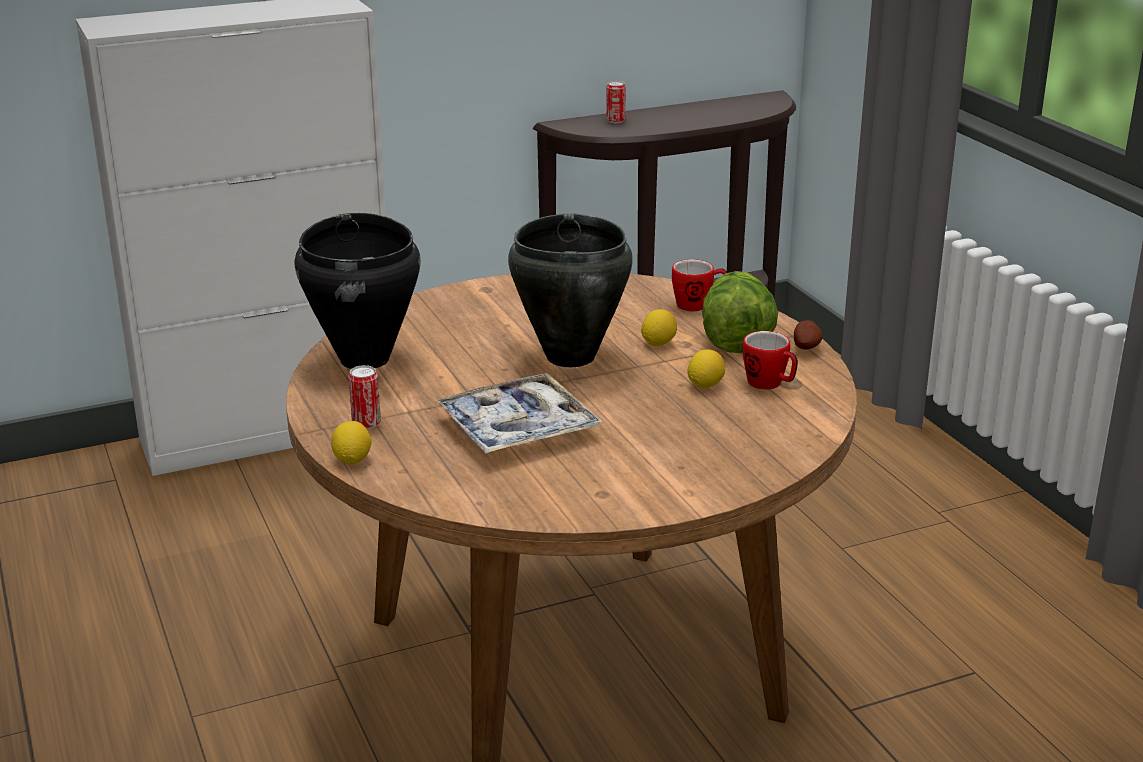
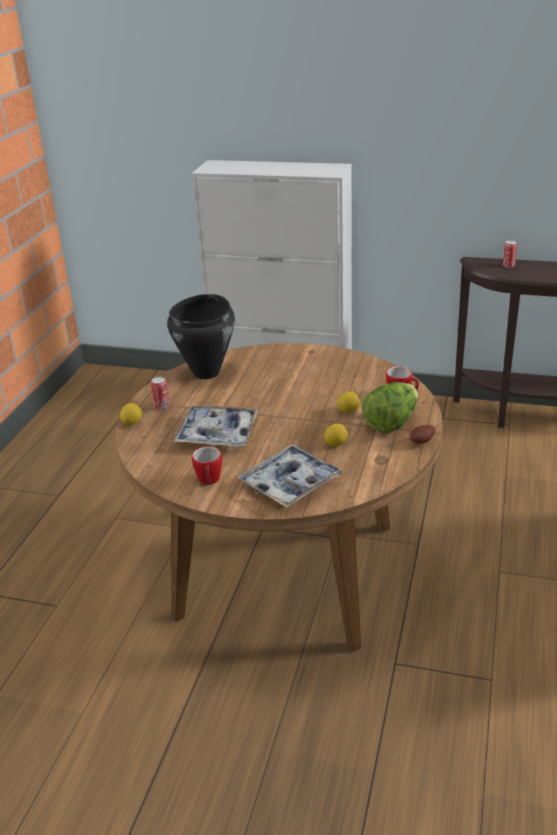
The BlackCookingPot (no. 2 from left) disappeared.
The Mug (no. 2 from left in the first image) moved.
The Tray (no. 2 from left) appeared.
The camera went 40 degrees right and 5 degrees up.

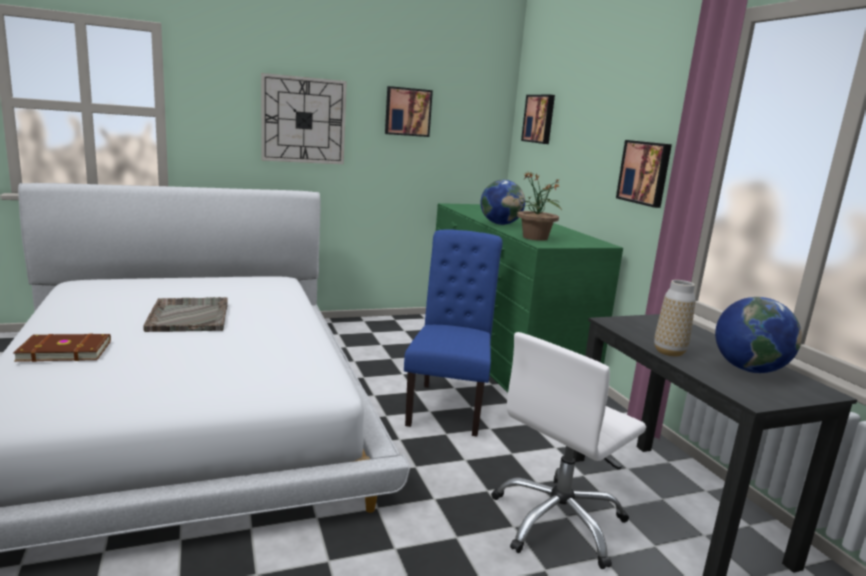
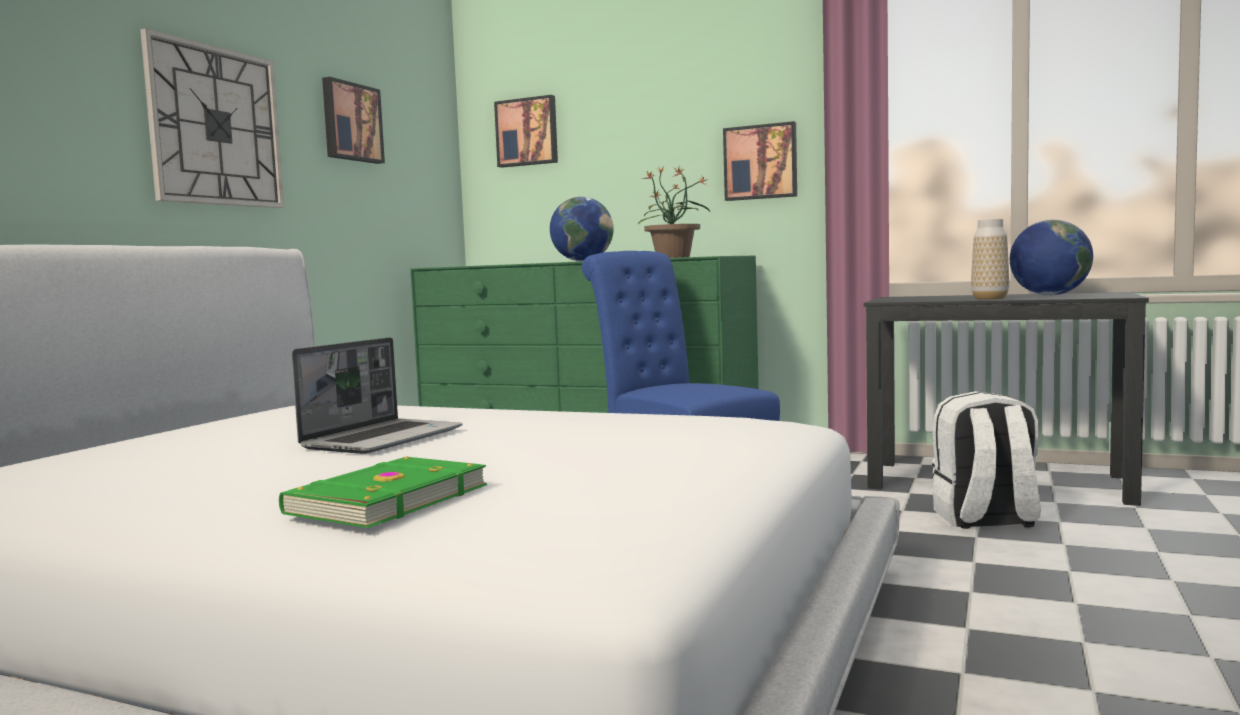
The BrownBook became the GreenBook.
The GreyTray was replaced by the Laptop.
The WhiteOfficeChair was replaced by the WhiteBackpack.
The camera went 45 degrees left and 10 degrees down.

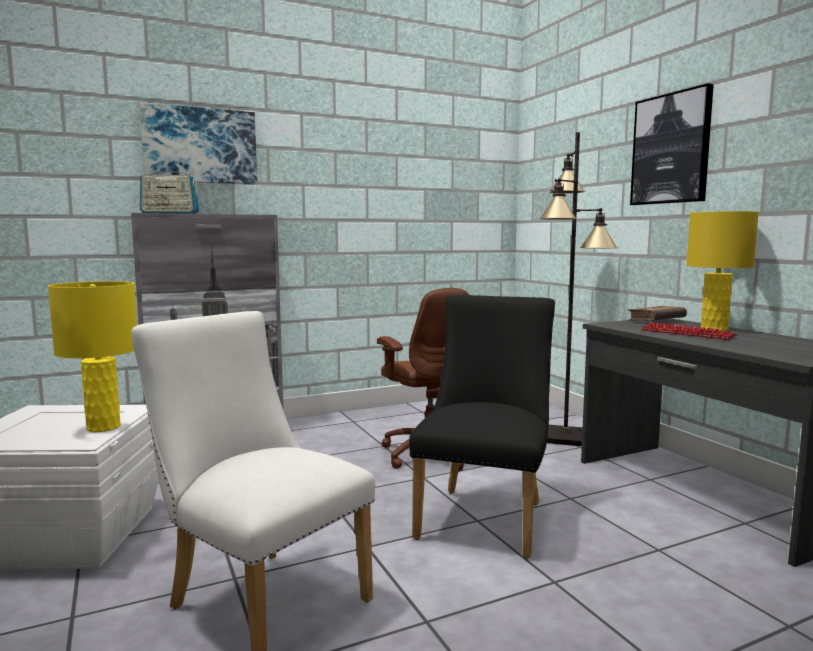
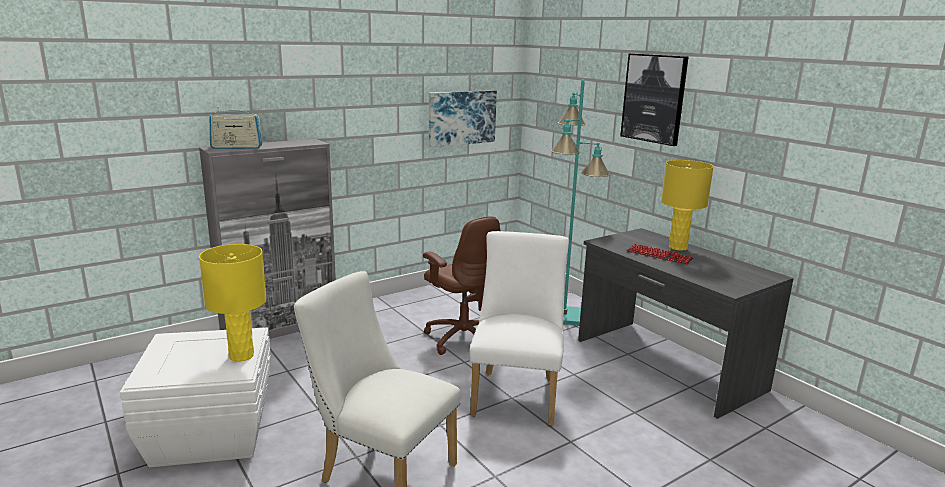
The Picture (no. 1 from left) moved.
The BlackChair became the WhiteChair (no. 2 from left).
The BlackFloorLamp became the TurquoiseFloorLamp.
The BrownBook disappeared.
The camera went 10 degrees left and 10 degrees up.

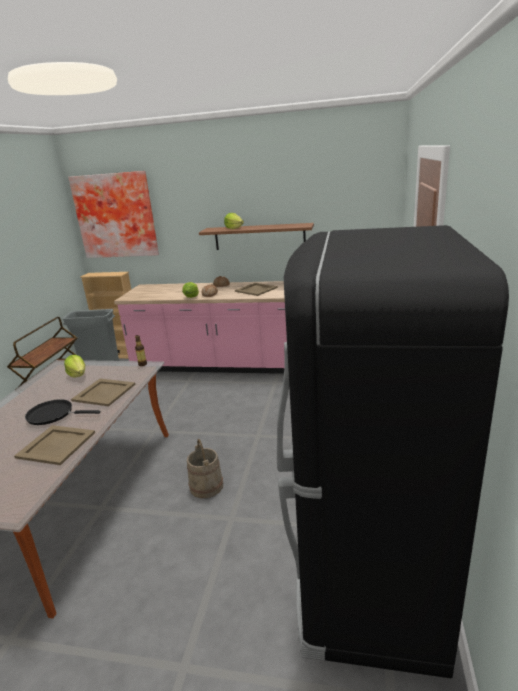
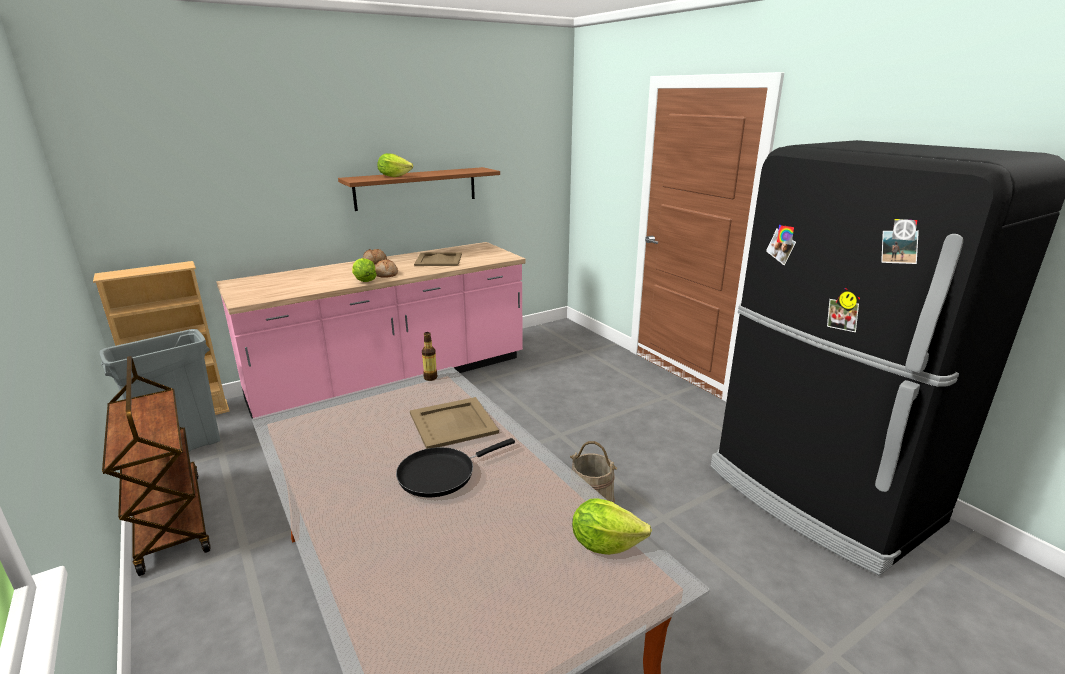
The BeigeTray (no. 1 from left) disappeared.
The Lettuce (no. 1 from left in the first image) moved.
The Picture disappeared.
The camera went 45 degrees left and 0 degrees up.

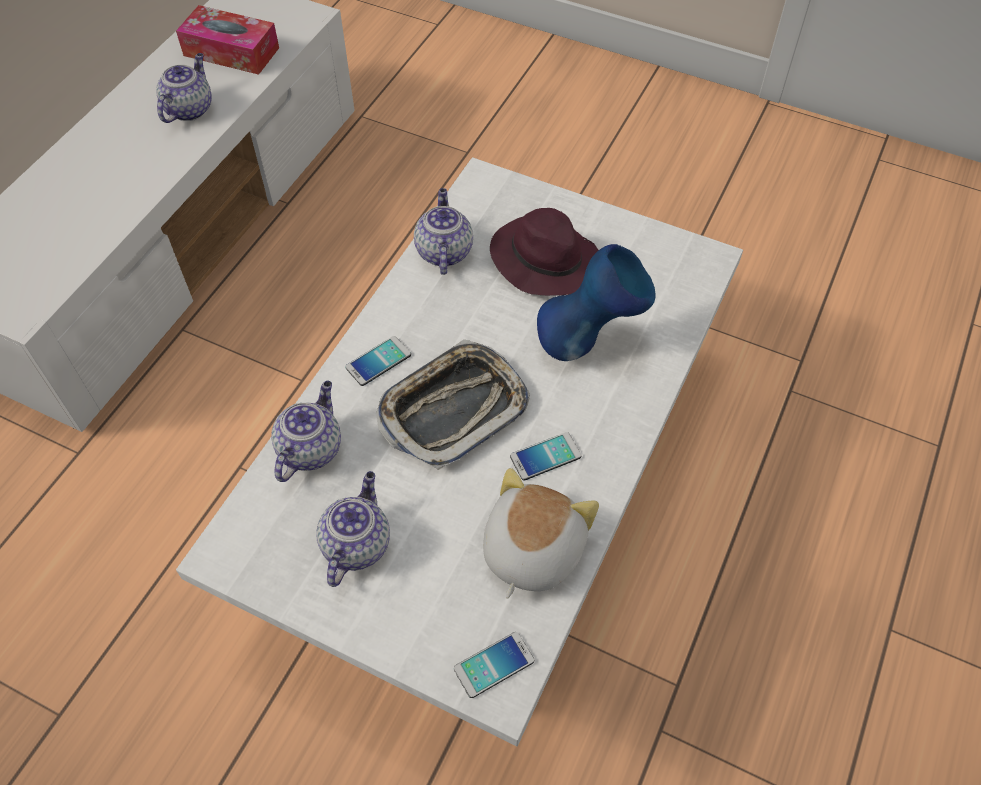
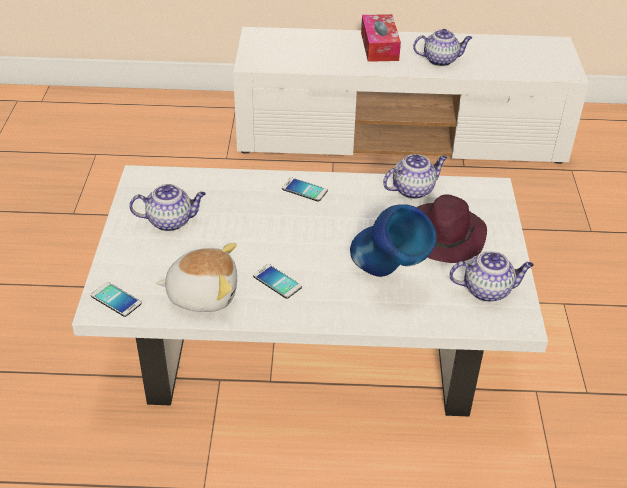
The TissueBox moved.
The Teapot (no. 2 from left in the first image) moved.
The Tray disappeared.
The camera went 65 degrees right and 15 degrees down.

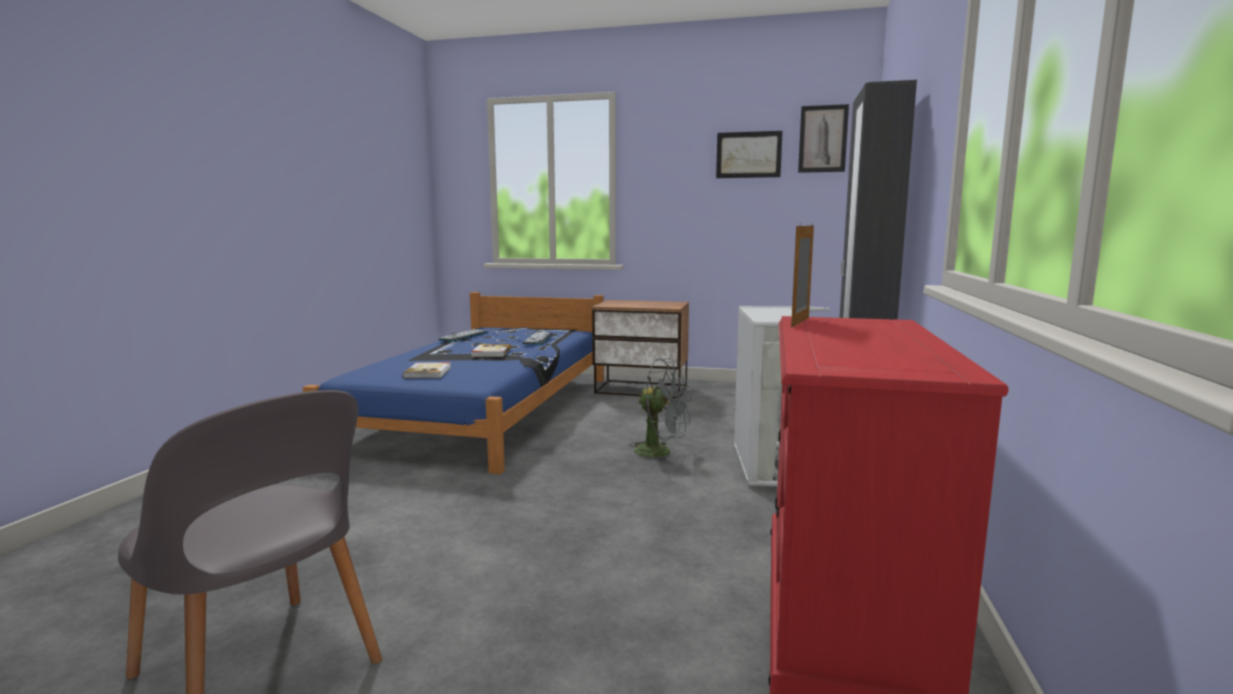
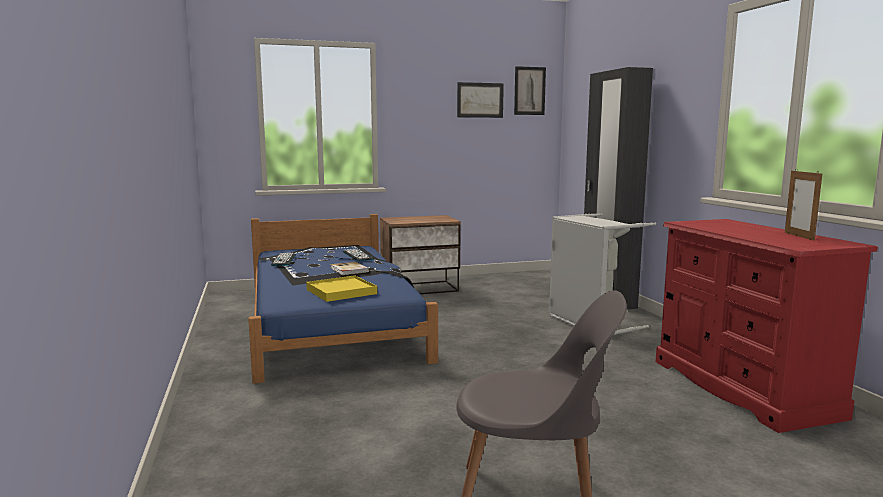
The Book (no. 1 from left) was replaced by the YellowTray.
The GreyFan disappeared.
The PictureFrame moved.
The camera went 30 degrees left and 0 degrees up.

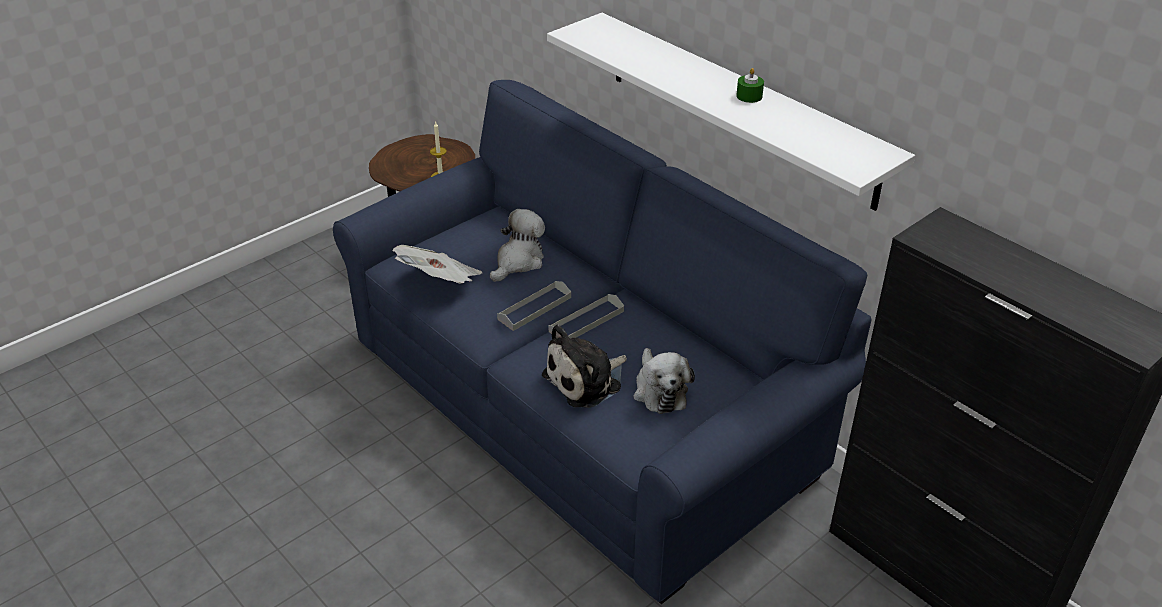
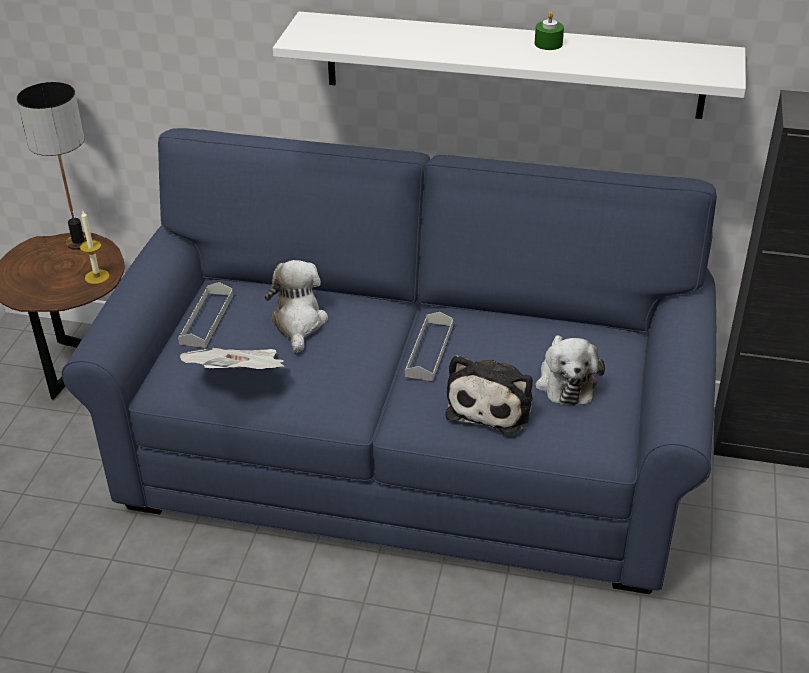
The GreyTray (no. 1 from left) moved.
The PlushToy (no. 3 from left) turned 45 degrees clockwise.
The TableLamp appeared.
The camera went 35 degrees left and 0 degrees up.

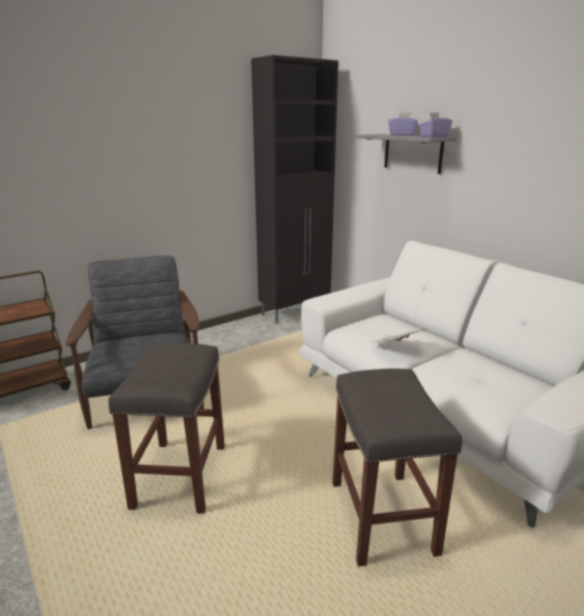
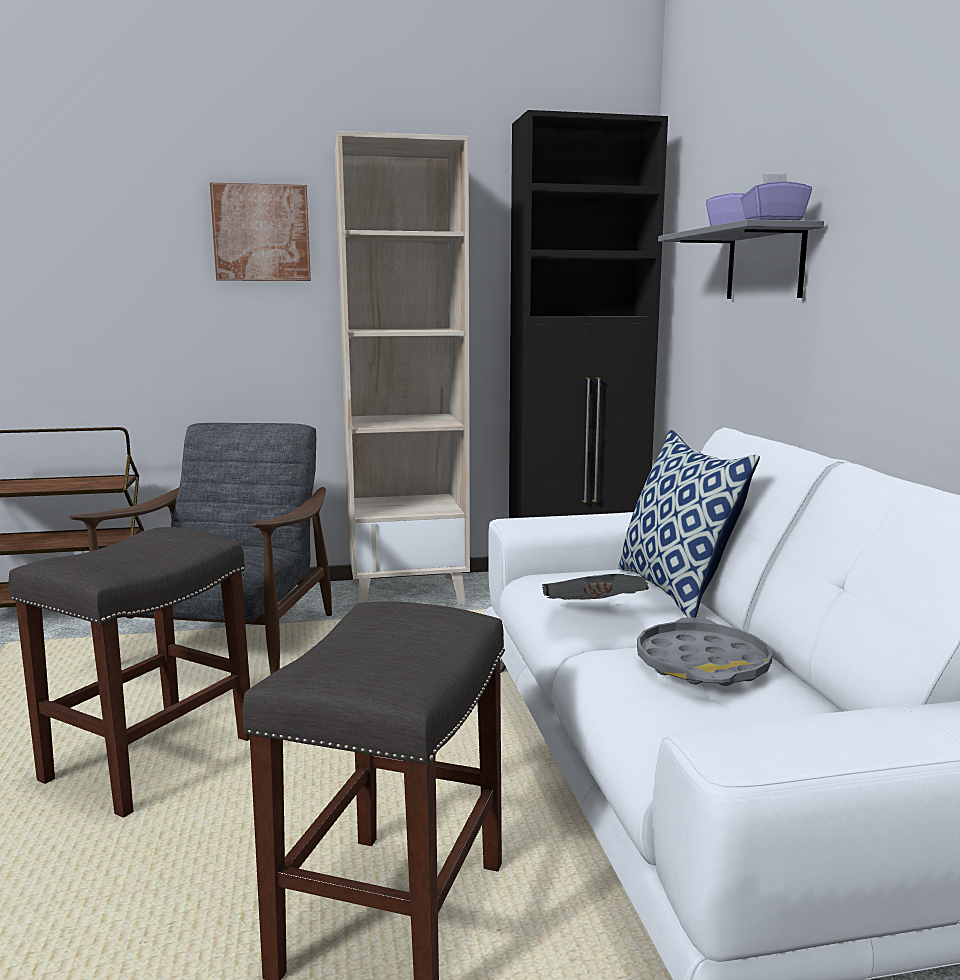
The Picture appeared.
The BeigeBookcase appeared.
The Pillow appeared.
The GreyTray appeared.
The camera went 25 degrees right and 10 degrees down.

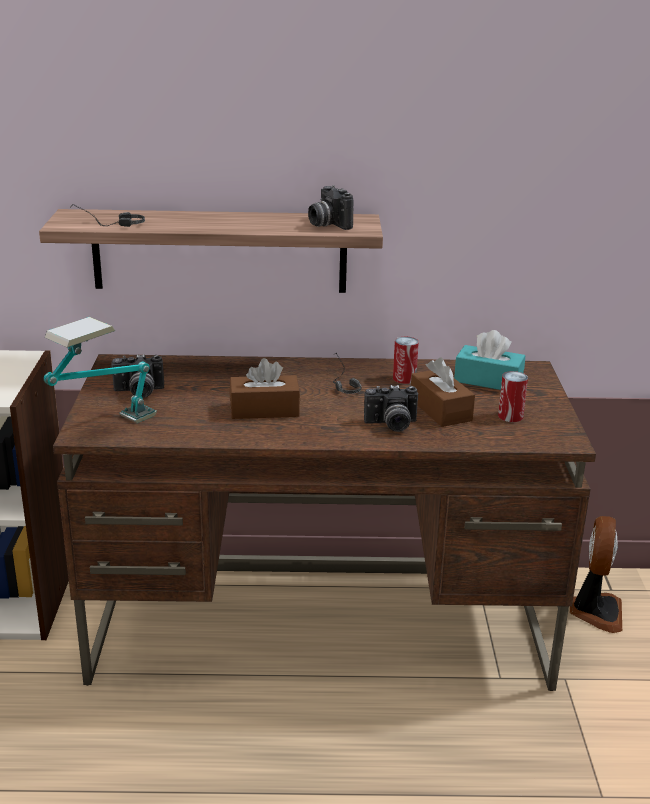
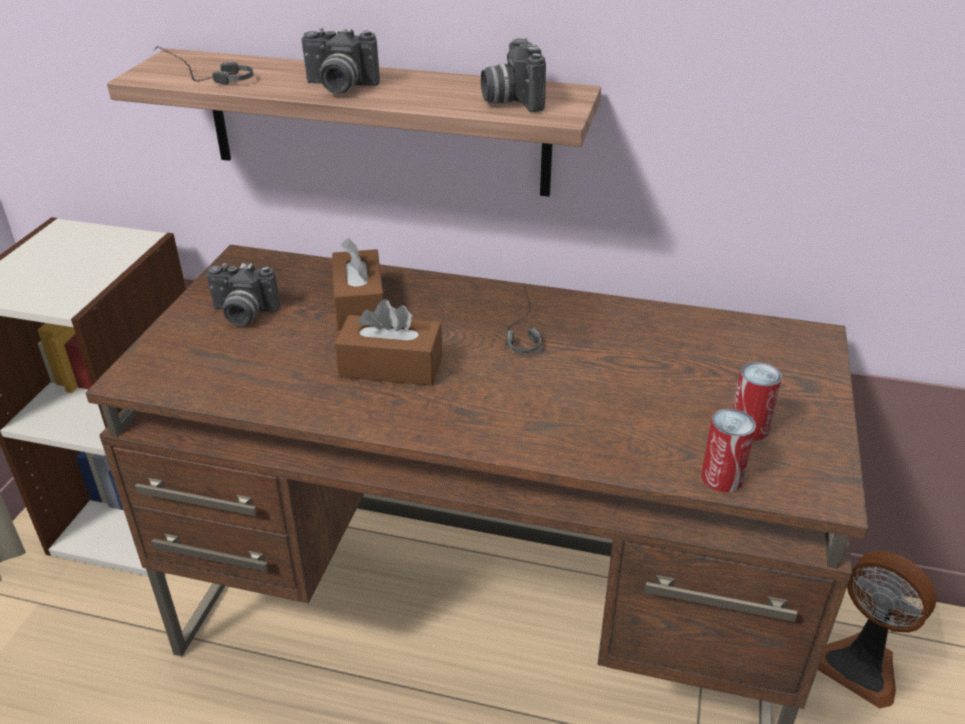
The TableLamp disappeared.
The PhotoCamera (no. 3 from left in the first image) moved.
The Can (no. 1 from left) moved.
The BrownTissueBox (no. 2 from left in the first image) moved.
The TurquoiseTissueBox disappeared.
The Fan turned 105 degrees clockwise.
The camera went 15 degrees right and 10 degrees up.

